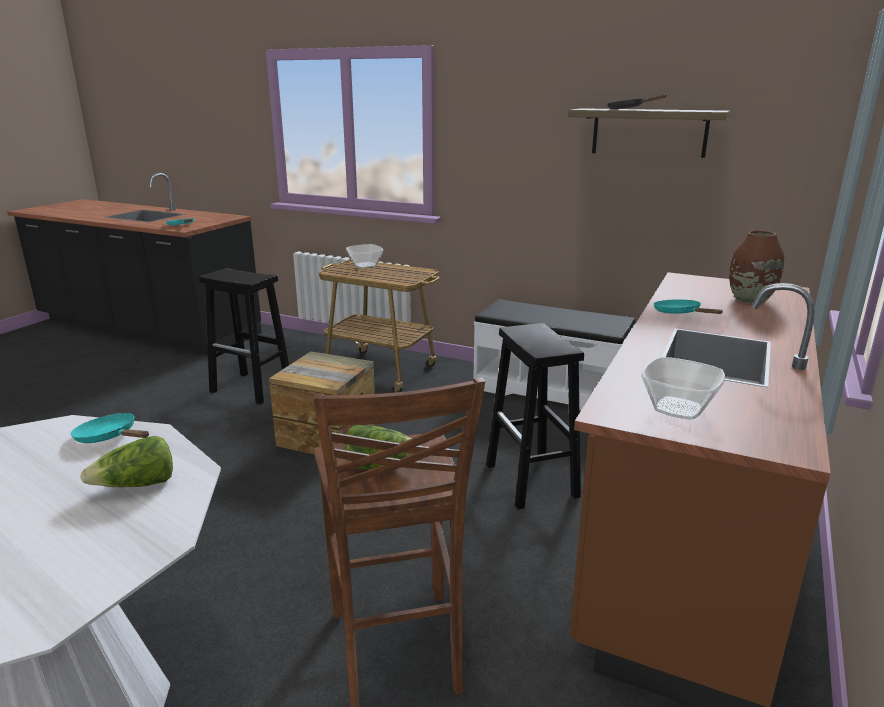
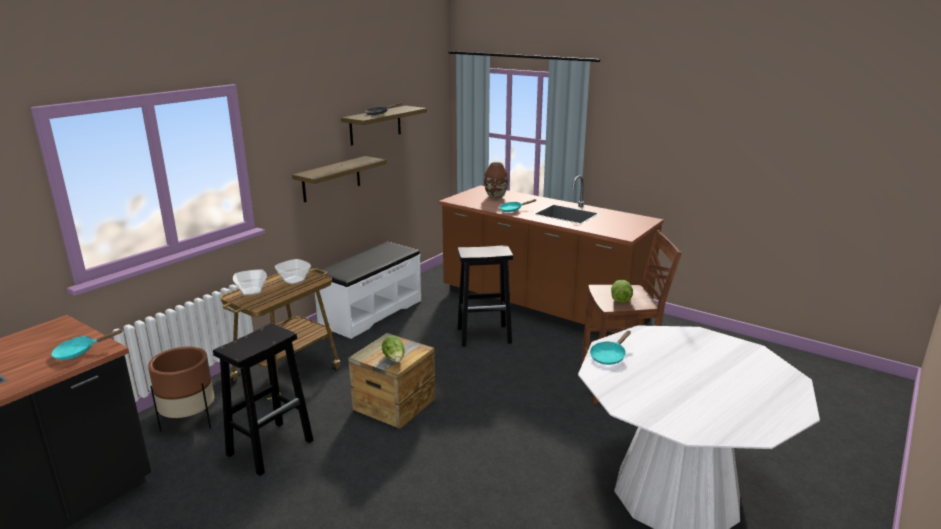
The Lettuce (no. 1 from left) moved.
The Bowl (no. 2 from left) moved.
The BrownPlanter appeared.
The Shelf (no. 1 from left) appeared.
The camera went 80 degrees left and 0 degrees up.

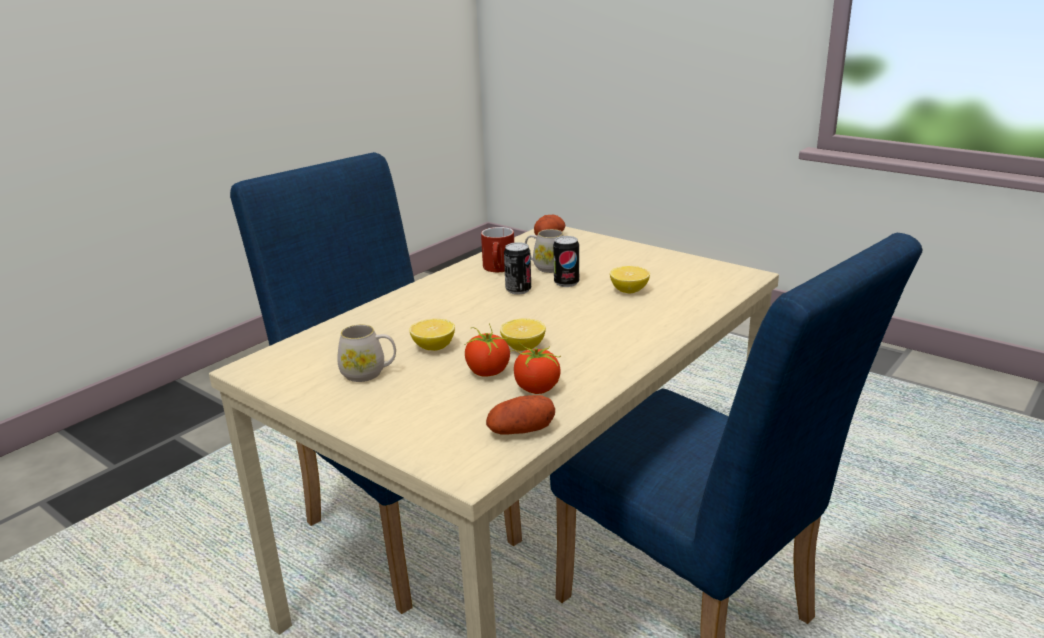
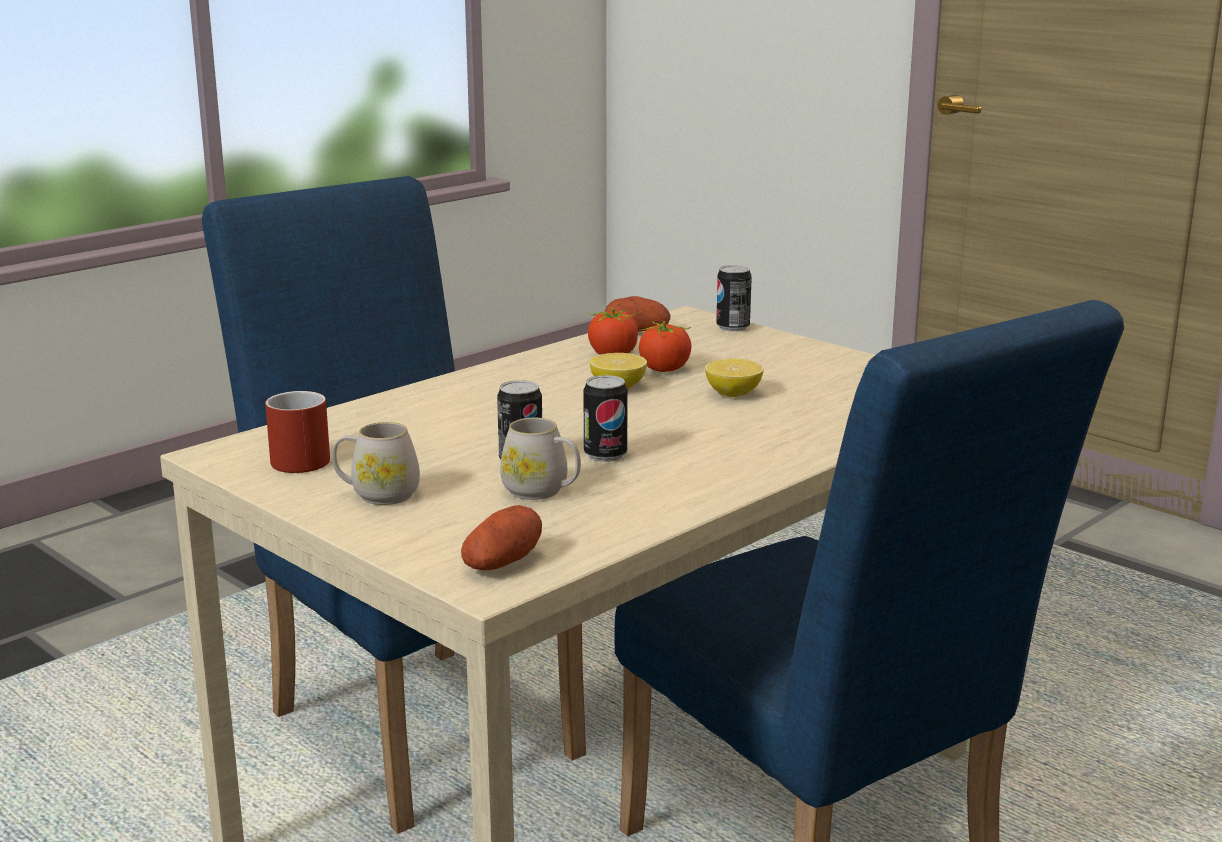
The WhiteMug (no. 1 from left) moved.
The RedMug moved.
The Lemon (no. 3 from left) disappeared.
The Can (no. 3 from left) appeared.
The camera went 175 degrees left and 5 degrees down.

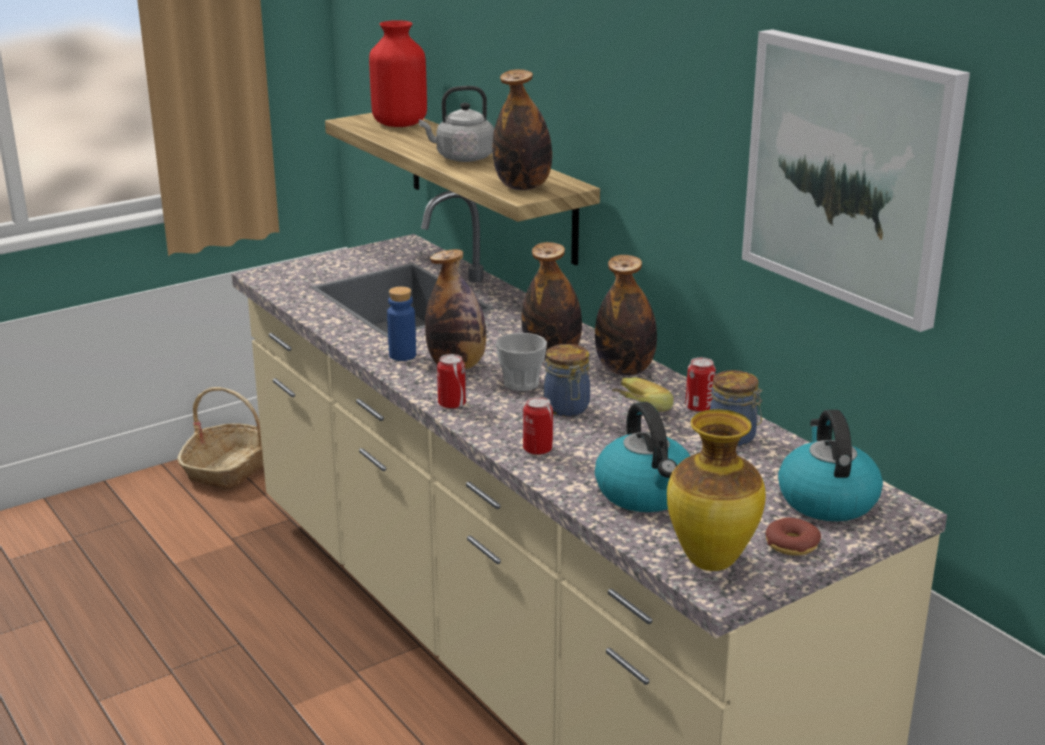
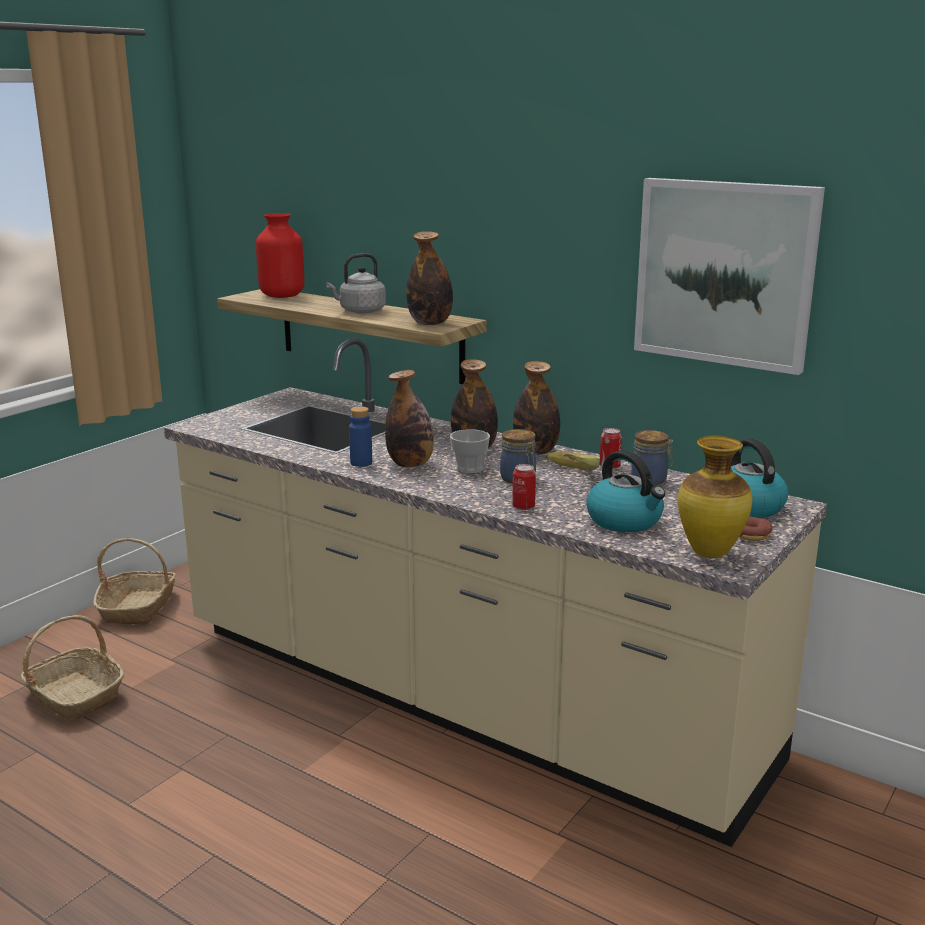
The Can (no. 1 from left) disappeared.
The Basket (no. 1 from left) appeared.
The camera went 20 degrees left and 5 degrees down.

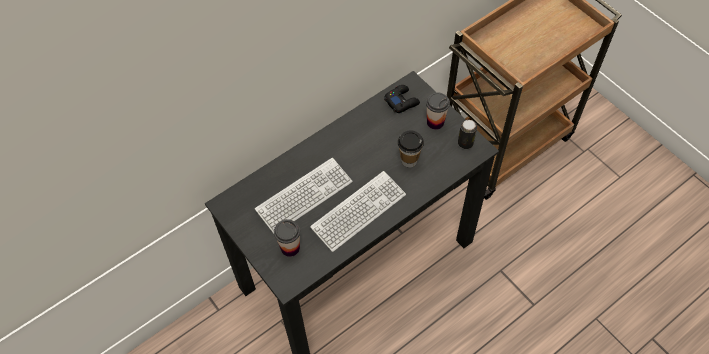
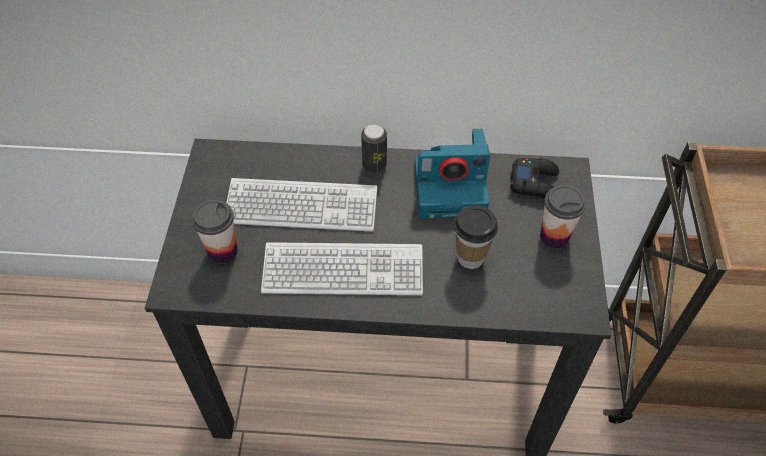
The Can moved.
The PhotoCamera appeared.
The camera went 40 degrees right and 5 degrees down.

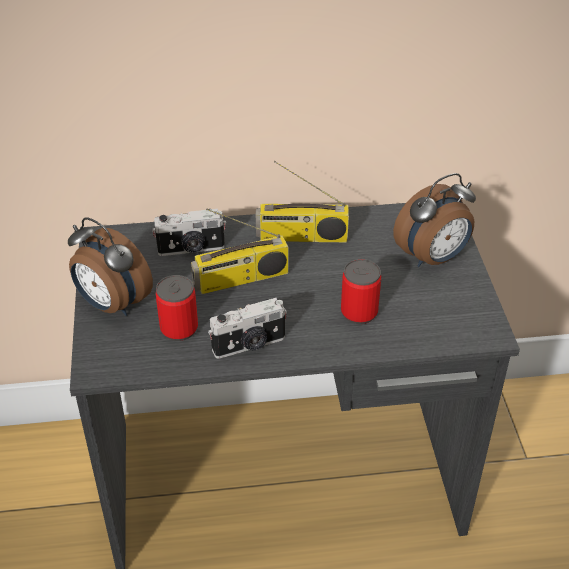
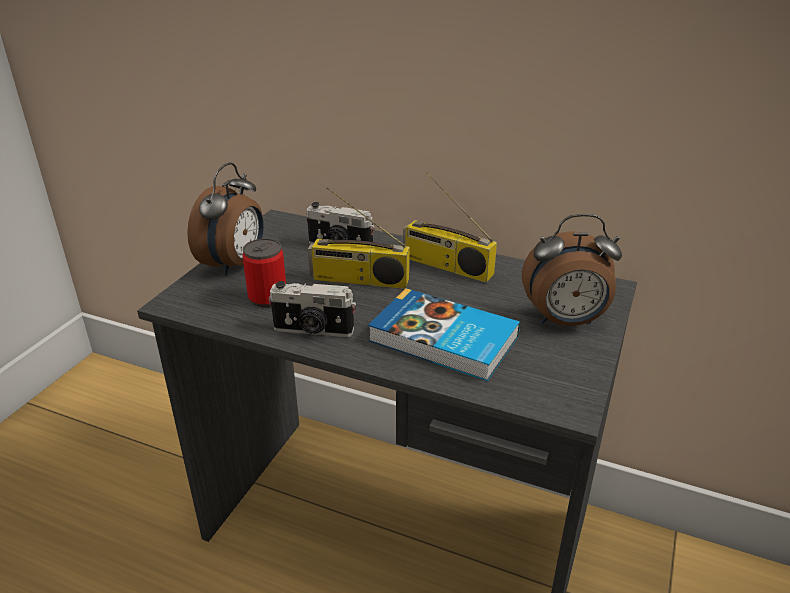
The AlarmClock (no. 1 from left) turned 135 degrees counterclockwise.
The Can (no. 2 from left) was replaced by the Book.
The camera went 30 degrees right and 10 degrees down.

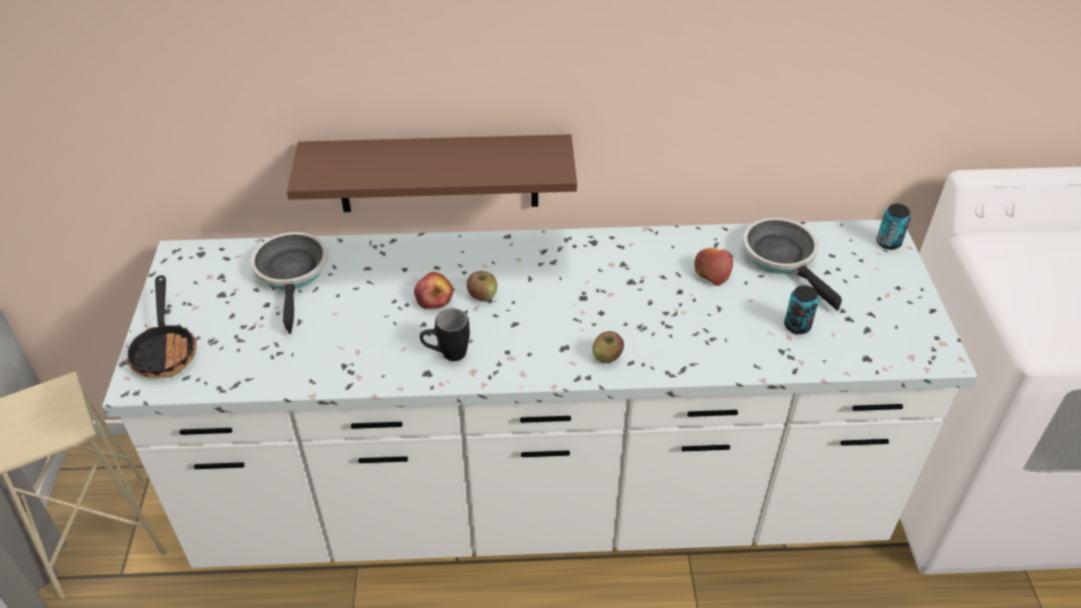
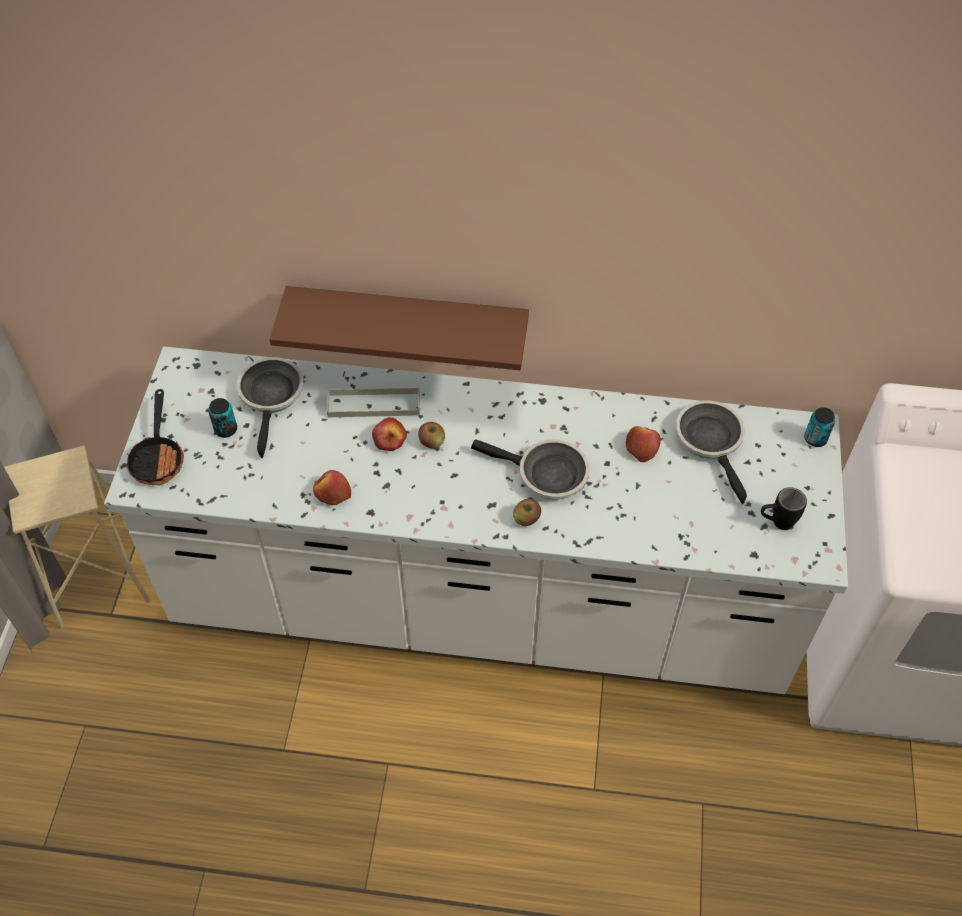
The BlackMug moved.
The Can (no. 1 from left) moved.
The Apple (no. 1 from left) appeared.
The GreyTray appeared.
The FryingPan (no. 3 from left) appeared.
The camera went 10 degrees right and 10 degrees up.

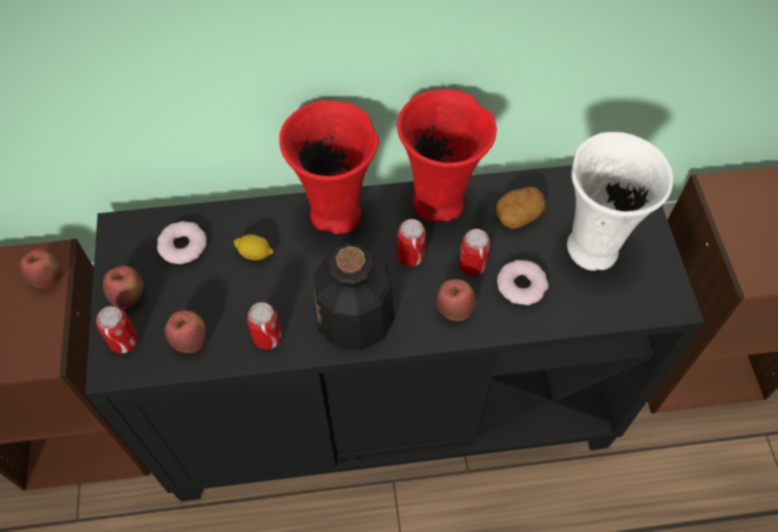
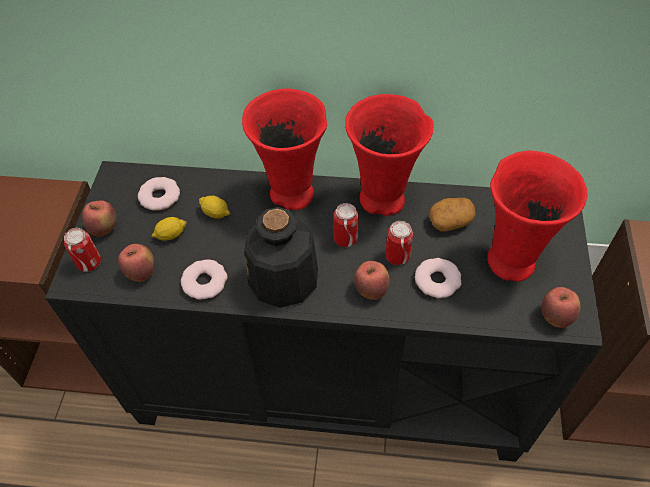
The Apple (no. 1 from left in the first image) moved.
The Can (no. 2 from left) was replaced by the Donut (no. 2 from left).
The WhiteVase became the RedVase (no. 3 from left).
The Lemon (no. 1 from left) appeared.
The camera went 15 degrees right and 5 degrees down.

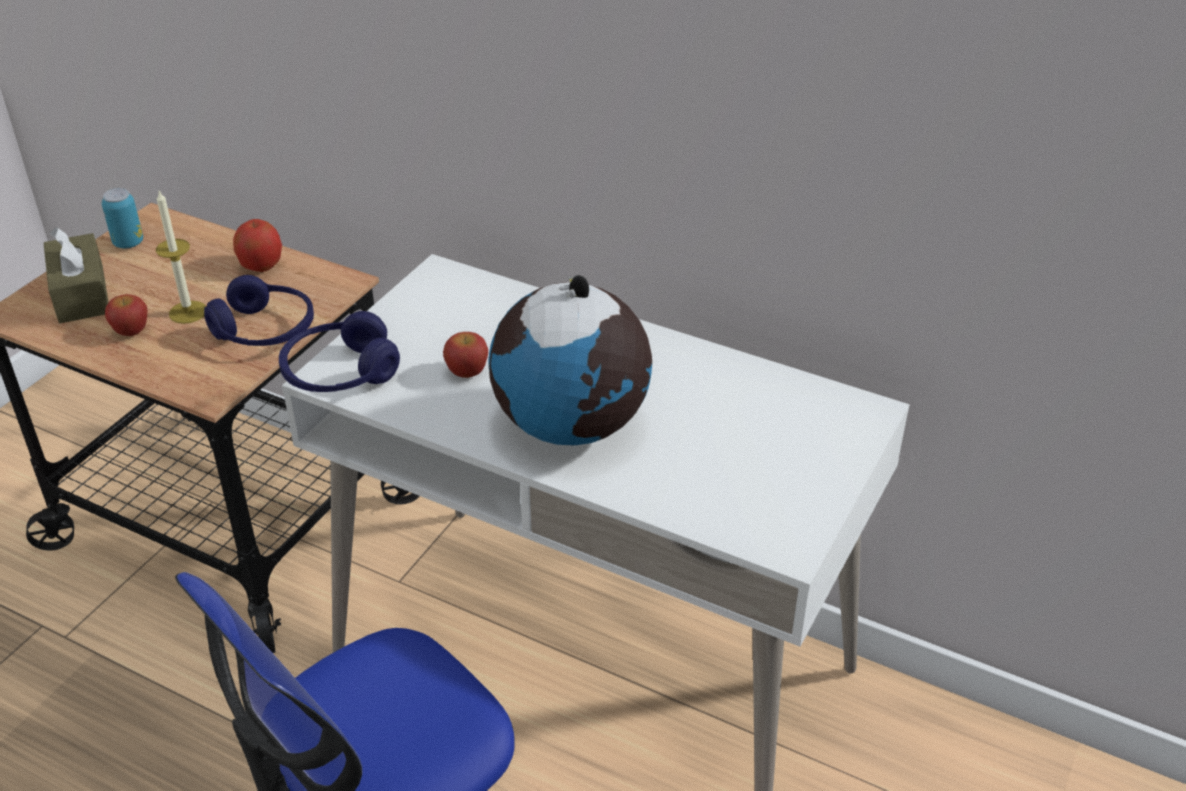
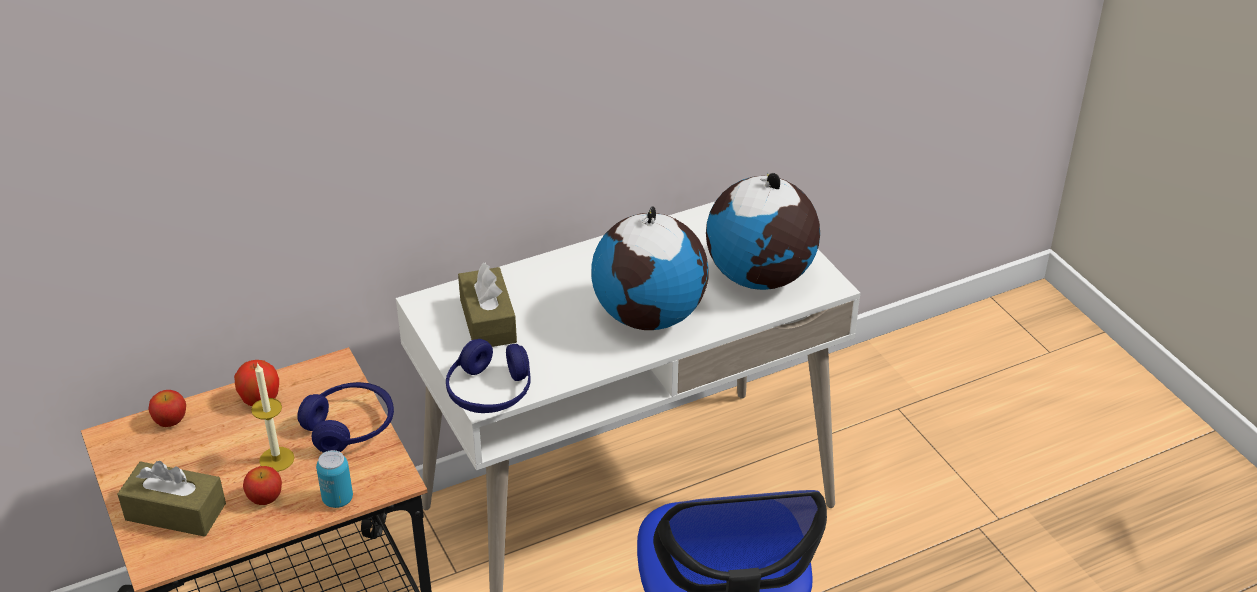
The Can moved.
The Apple (no. 3 from left in the first image) moved.
The BrownTissueBox (no. 2 from left) appeared.
The Globe (no. 2 from left) appeared.
The camera went 55 degrees left and 0 degrees up.

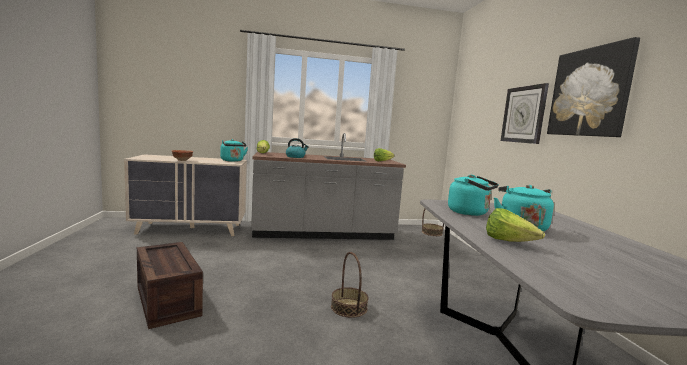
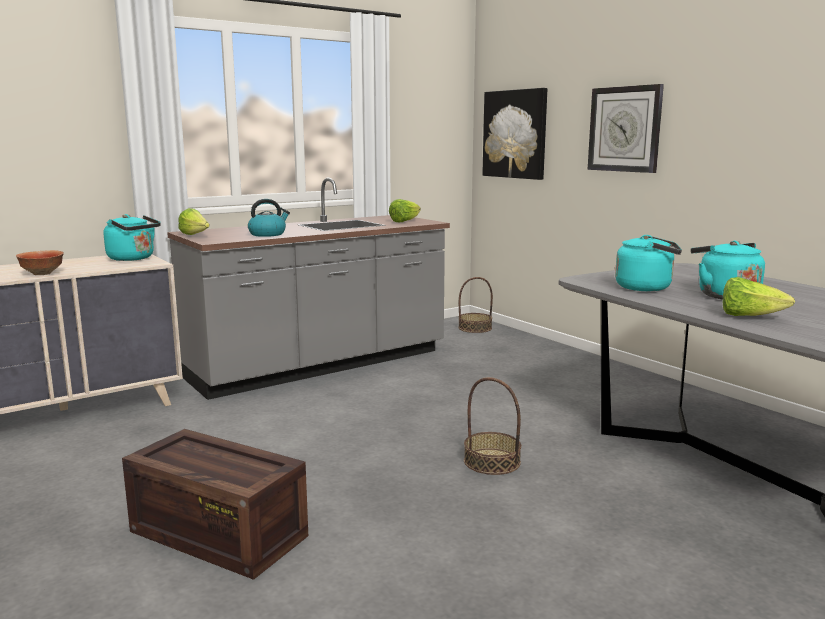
The Picture moved.
The camera went 25 degrees left and 5 degrees up.

